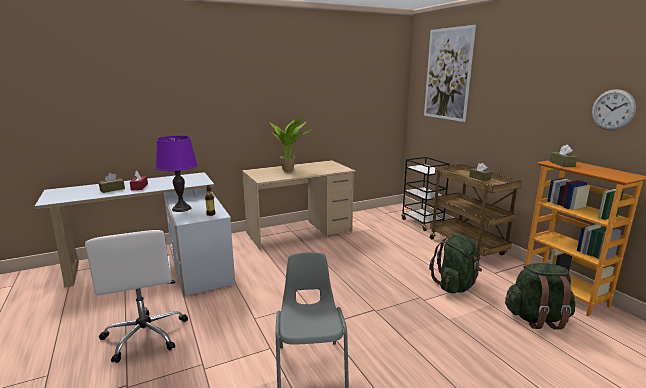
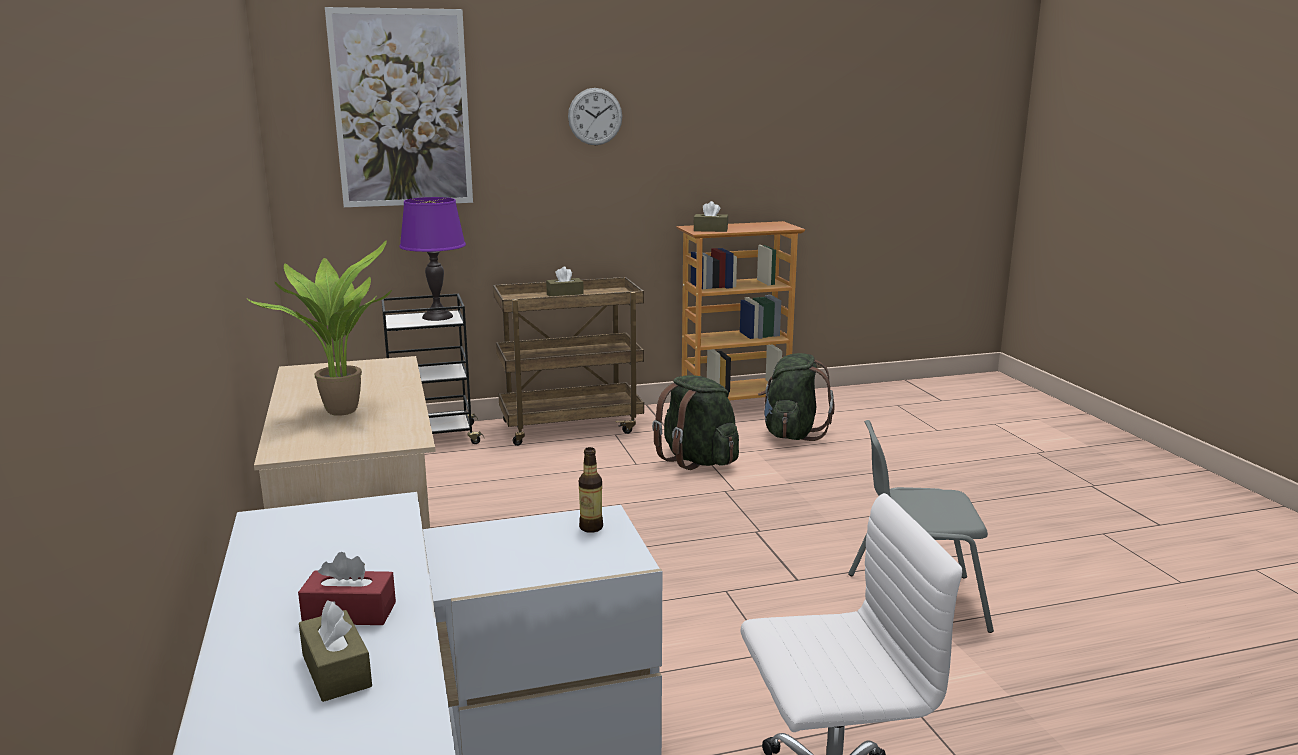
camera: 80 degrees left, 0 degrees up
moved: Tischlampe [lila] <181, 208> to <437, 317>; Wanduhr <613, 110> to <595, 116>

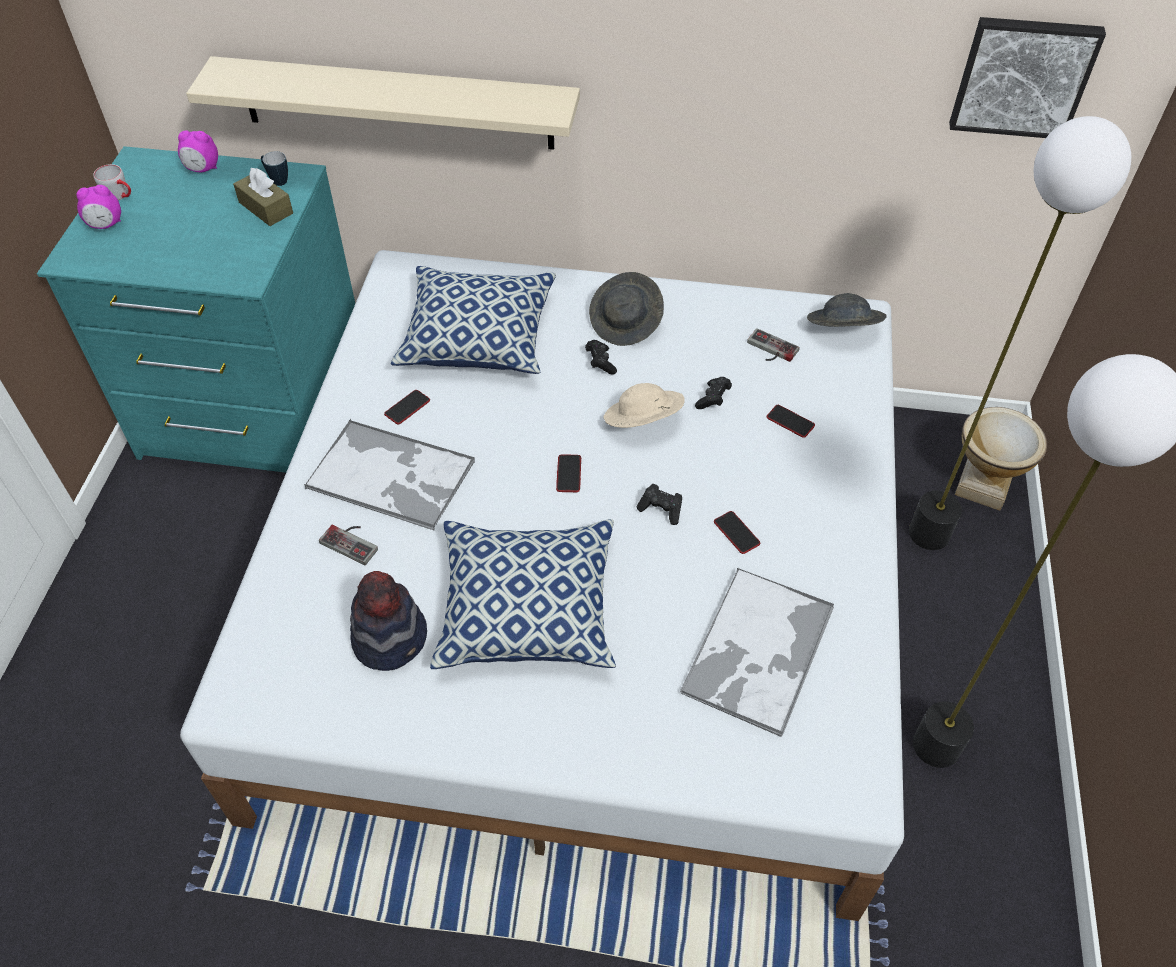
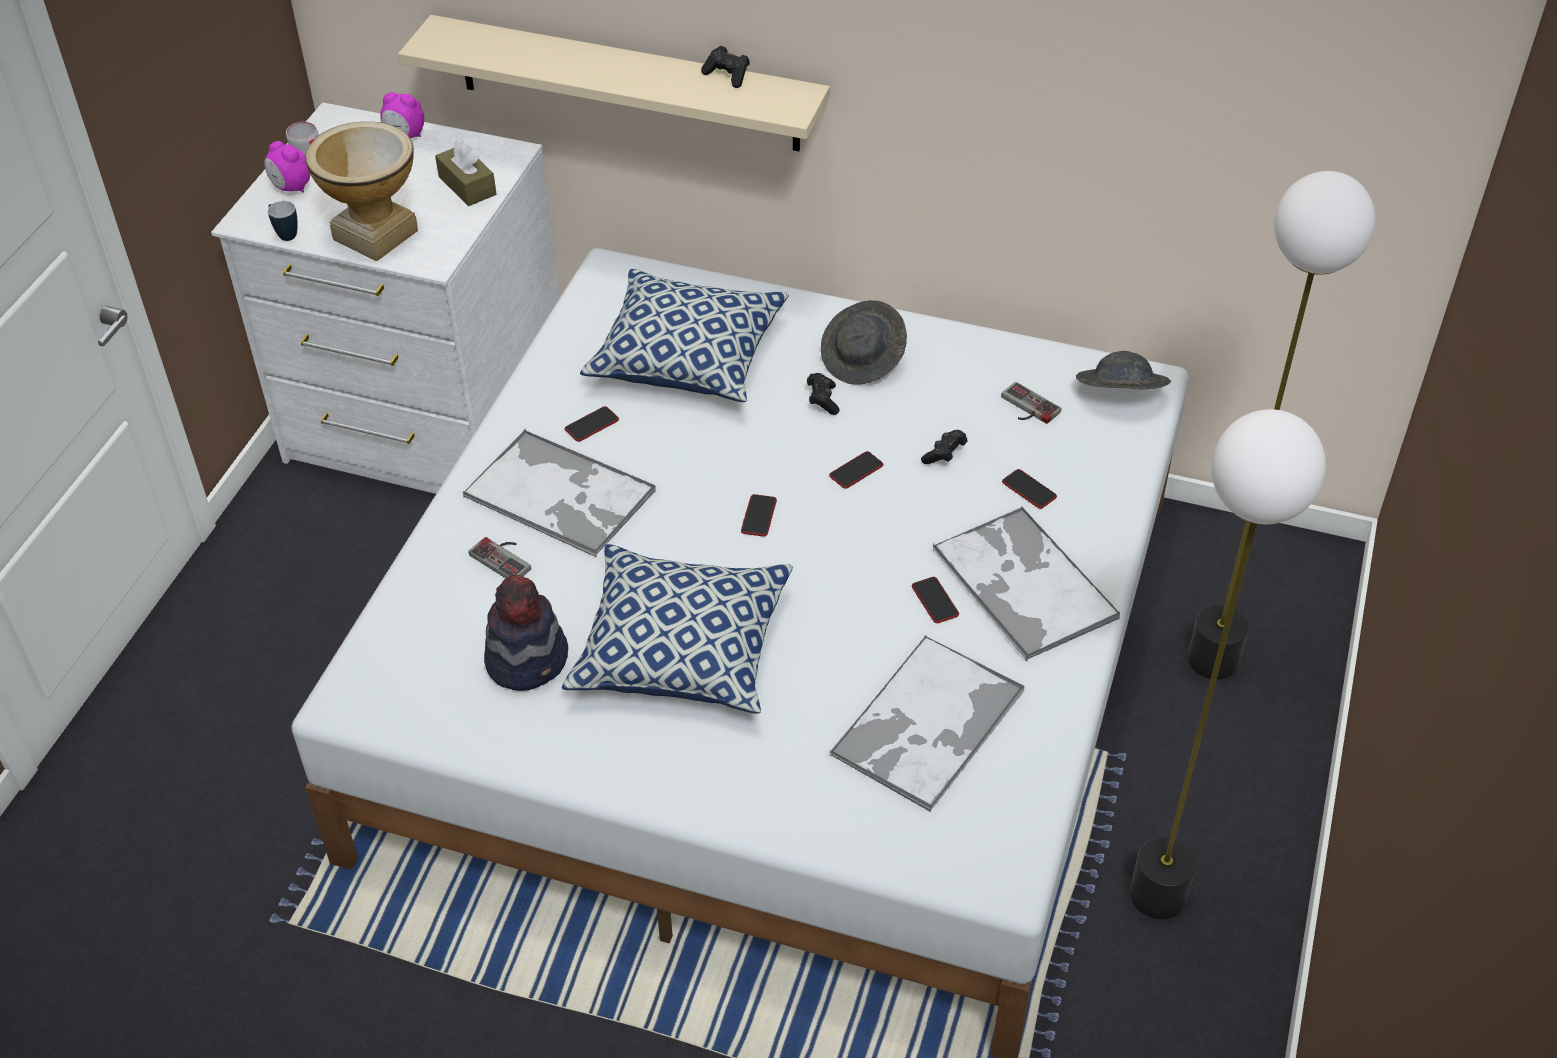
camera: 10 degrees right, 5 degrees down
removed: Bild <1023, 76>
added: Tablett <1023, 583>
moved: Henkelbecher <277, 180> to <284, 234>; Vase <982, 486> to <376, 234>; Gamepad [schwarz] <661, 509> to <727, 75>
replaced: Hut [beige] <642, 422> to Handy <856, 471>
recoloured: Kommode [türkis] <255, 409> to Kommode [weiß] <426, 422>
turned: Wecker <106, 225> = <291, 187> 45 degrees clockwise

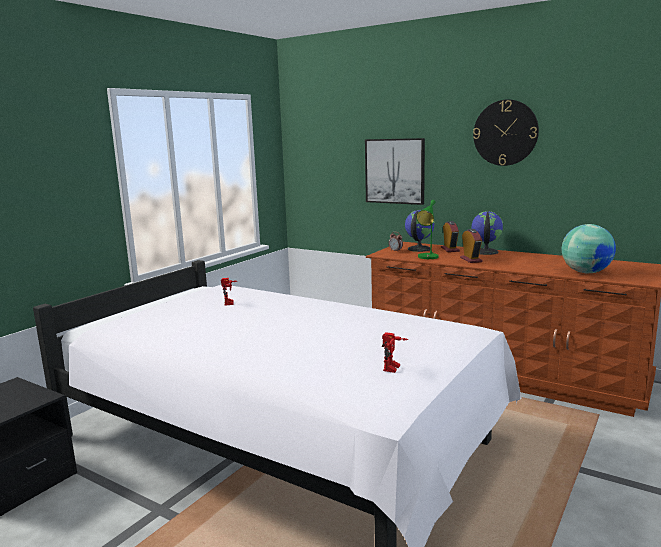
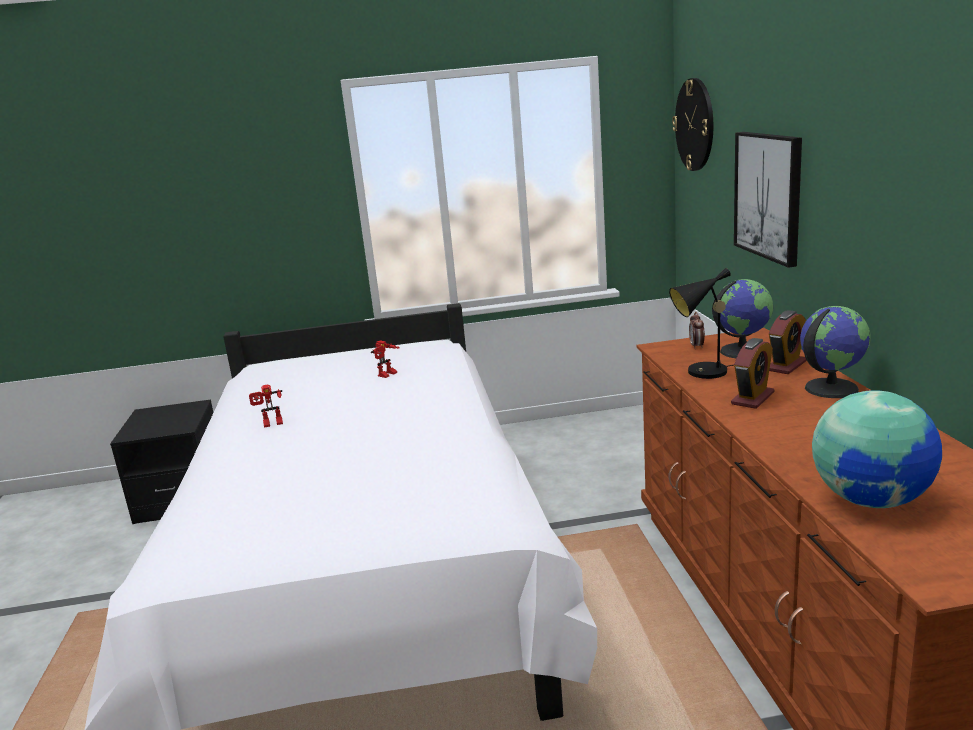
camera: 50 degrees right, 5 degrees up
moved: Spielzeugroboter <393, 369> to <271, 424>; Wanduhr <505, 133> to <695, 125>
recoloured: Tischlampe [grün] <427, 257> to Tischlampe [schwarz] <702, 373>

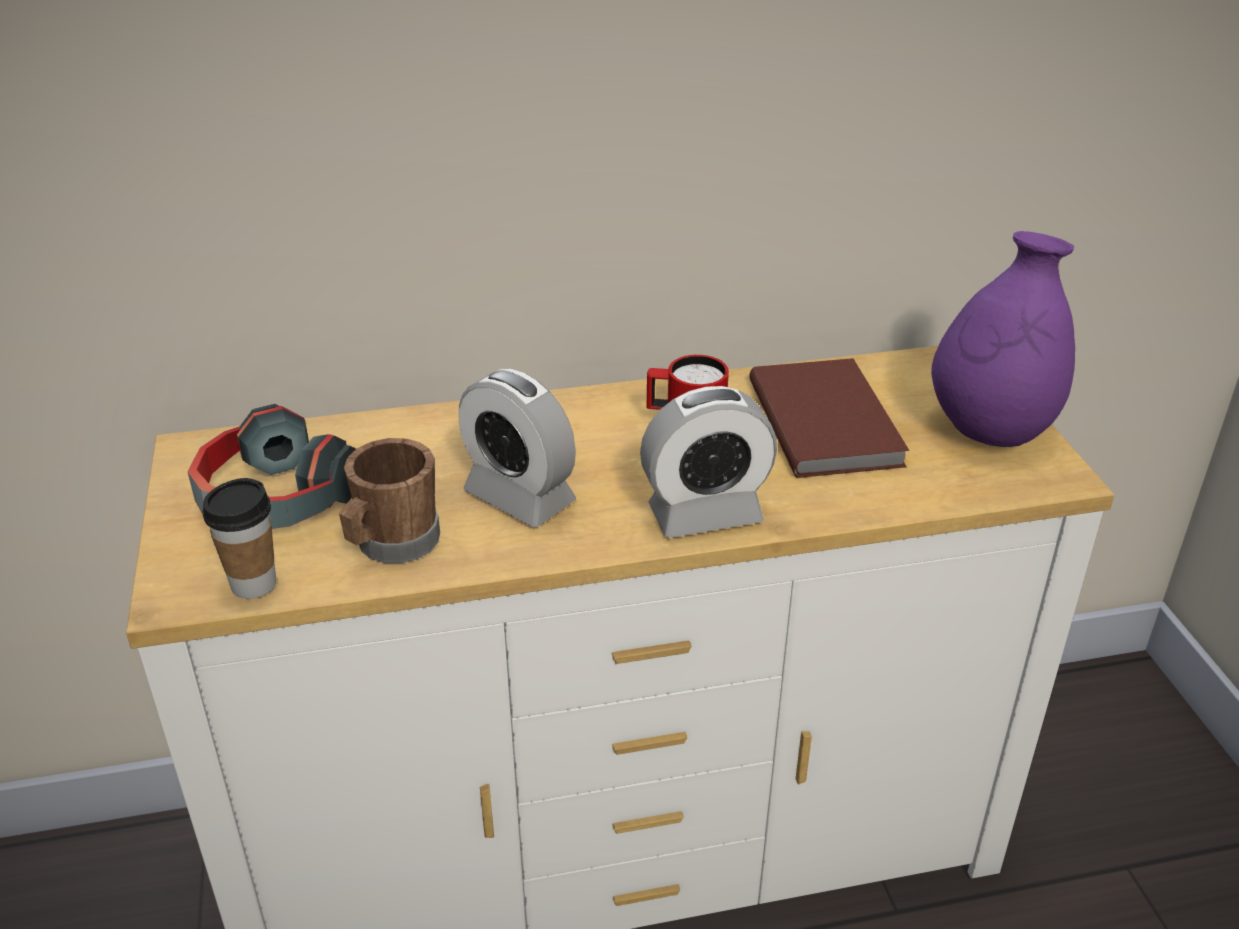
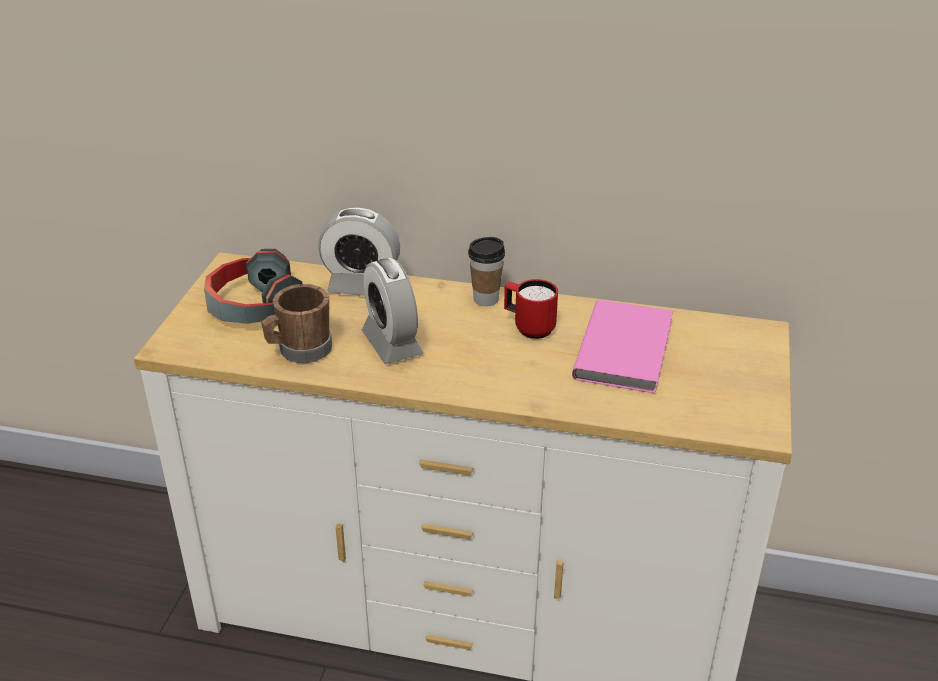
camera: 25 degrees right, 0 degrees up
removed: Vase [lila] <990, 431>
moved: Wecker <705, 514> to <362, 287>; Tasse <253, 584> to <486, 299>
recoloured: Buch [braun] <827, 421> to Buch [rosa] <627, 349>

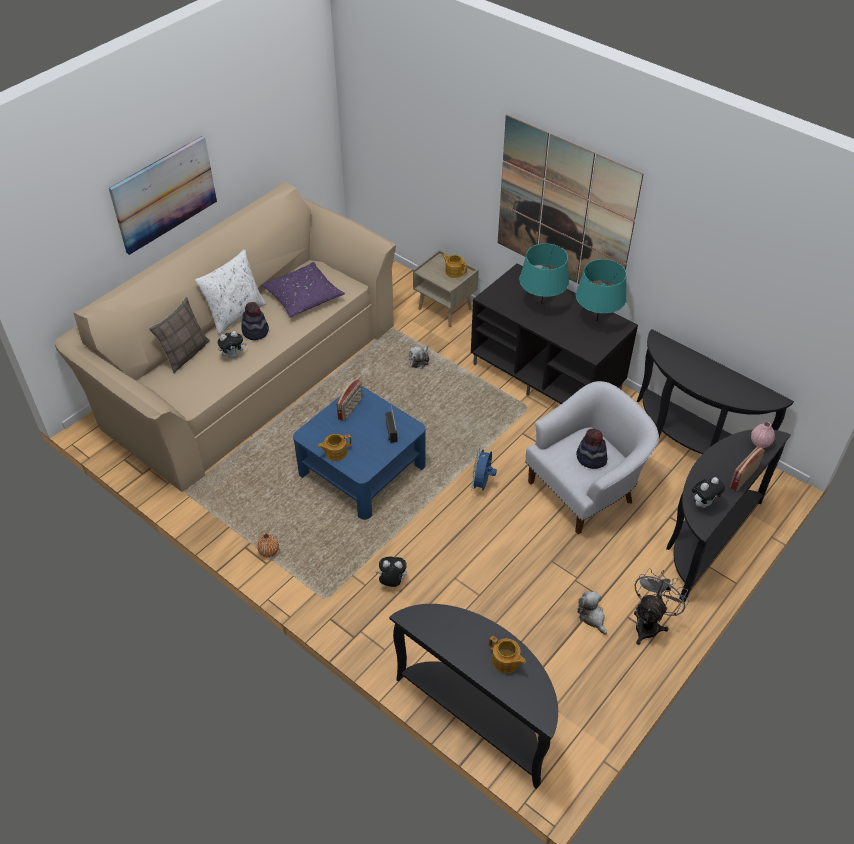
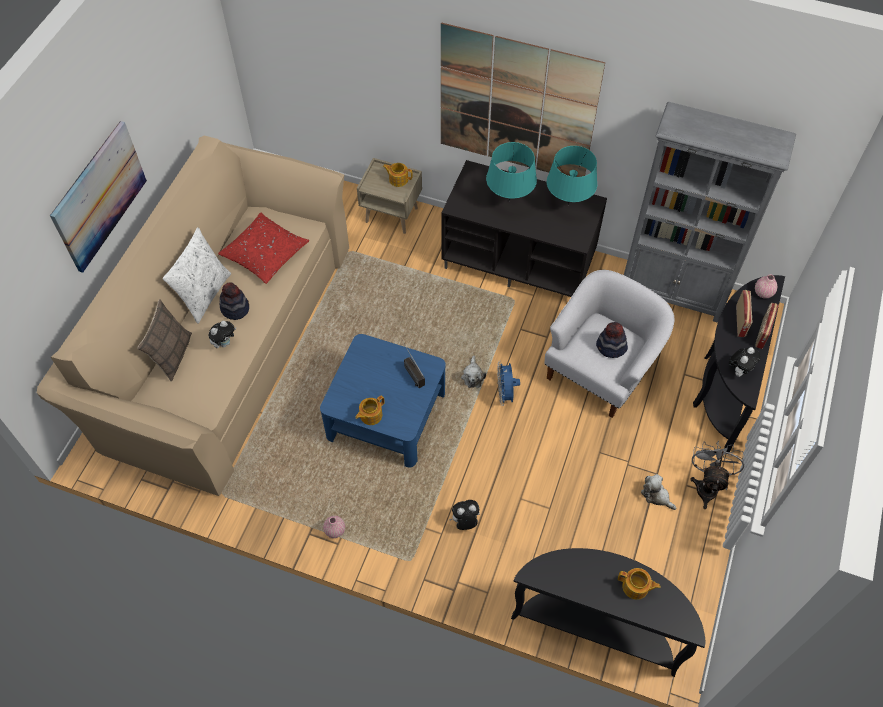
camera: 20 degrees left, 10 degrees up
moved: Plüschtier <419, 360> to <472, 376>; Radio <350, 409> to <741, 321>
replaced: Konsolentisch [schwarz] <689, 443> to Bücherregal [grau] <673, 293>
recoloured: Kissen [lila] <303, 296> to Kissen [rot] <265, 253>; Vase [orange] <269, 551> to Vase [rosa] <335, 530>

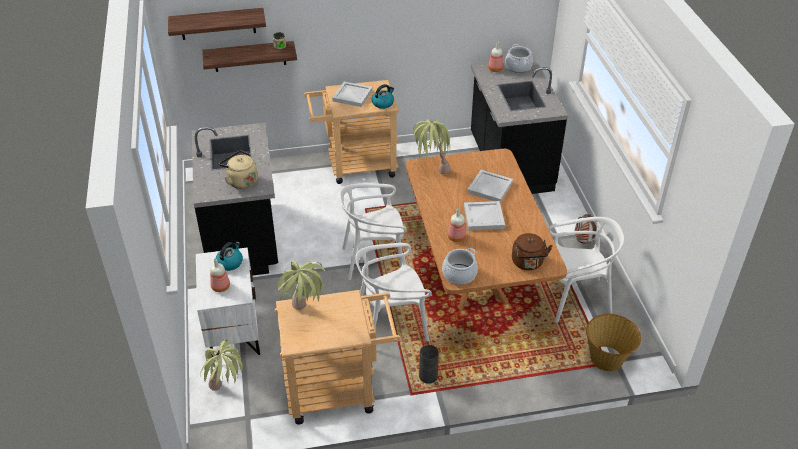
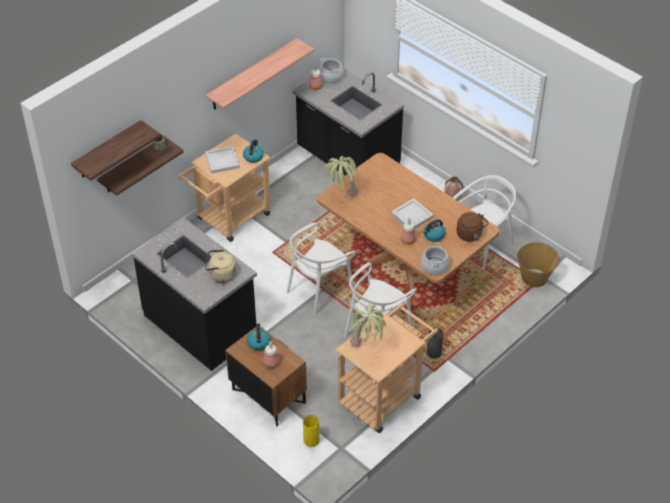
camera: 35 degrees left, 5 degrees up
removed: Tablett [weiß] <489, 187>
added: Wandregal <252, 75>; Wasserkessel <433, 235>
replaced: Topfpflanze <228, 393> to Vase [gelb] <311, 440>
recoloured: Nachttisch [weiß] <233, 330> to Nachttisch [braun] <268, 396>

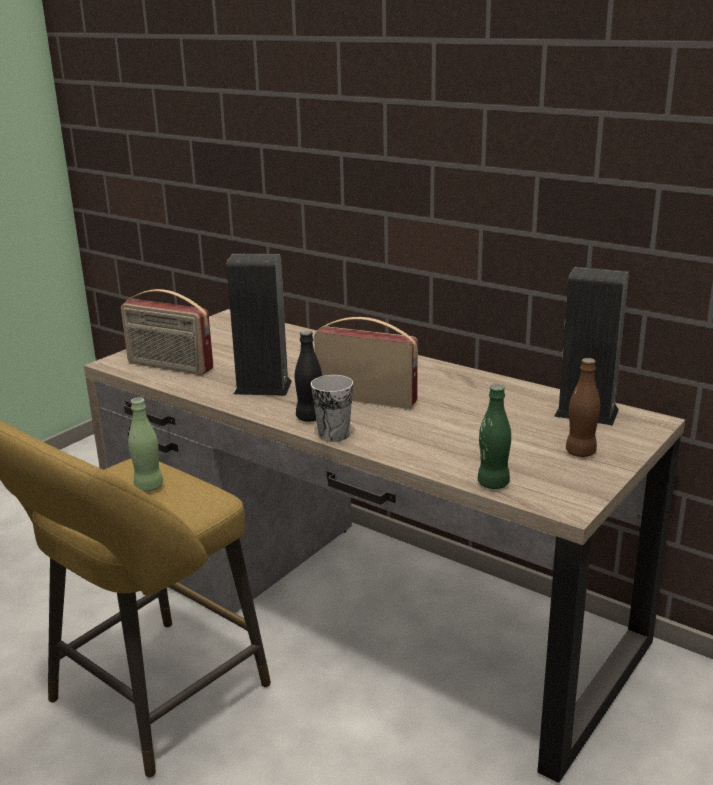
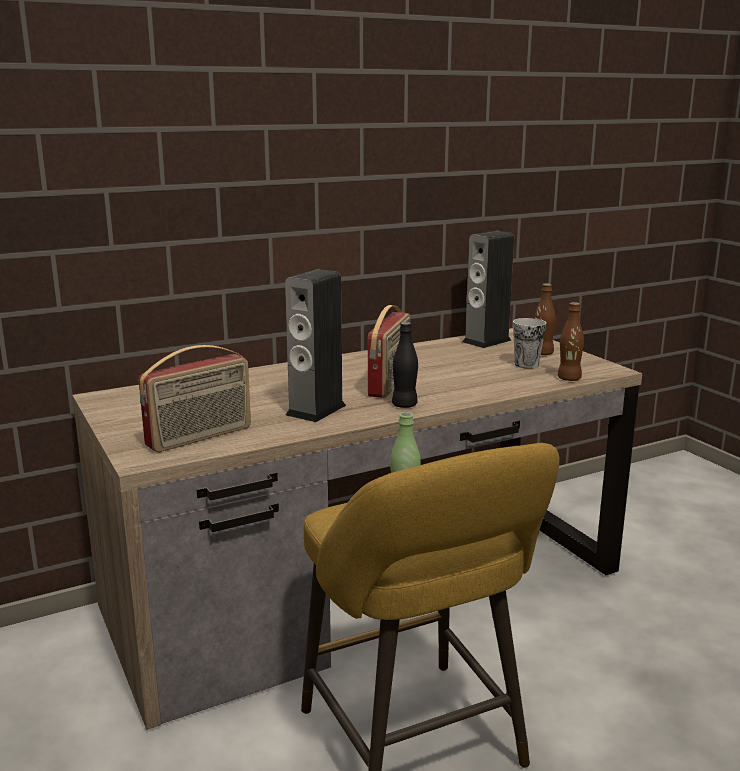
camera: 65 degrees left, 5 degrees down
moved: Tasse <333, 434> to <526, 364>
recoloured: Flasche [grün] <493, 483> to Flasche [braun] <569, 379>
turned: Radio <367, 399> = <390, 383> 150 degrees clockwise

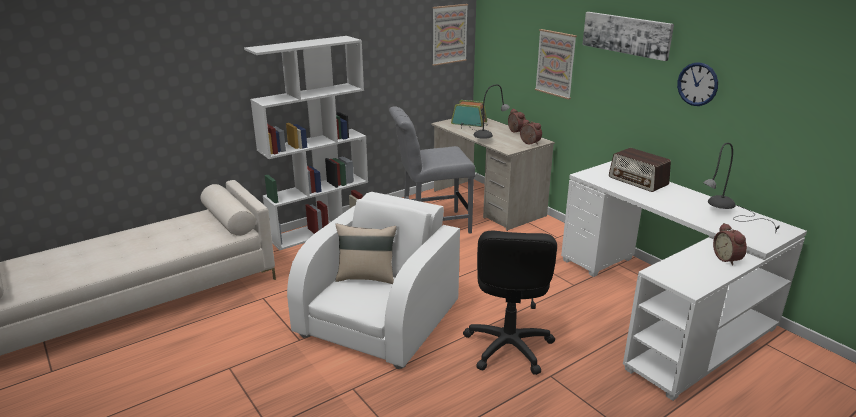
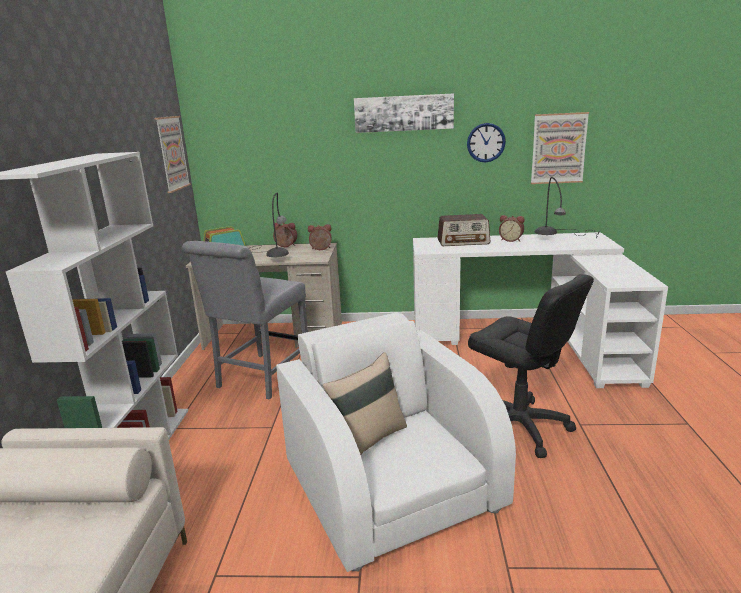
camera: 50 degrees left, 5 degrees down
moved: Wecker <728, 259> to <511, 240>; Bild <555, 63> to <558, 148>

